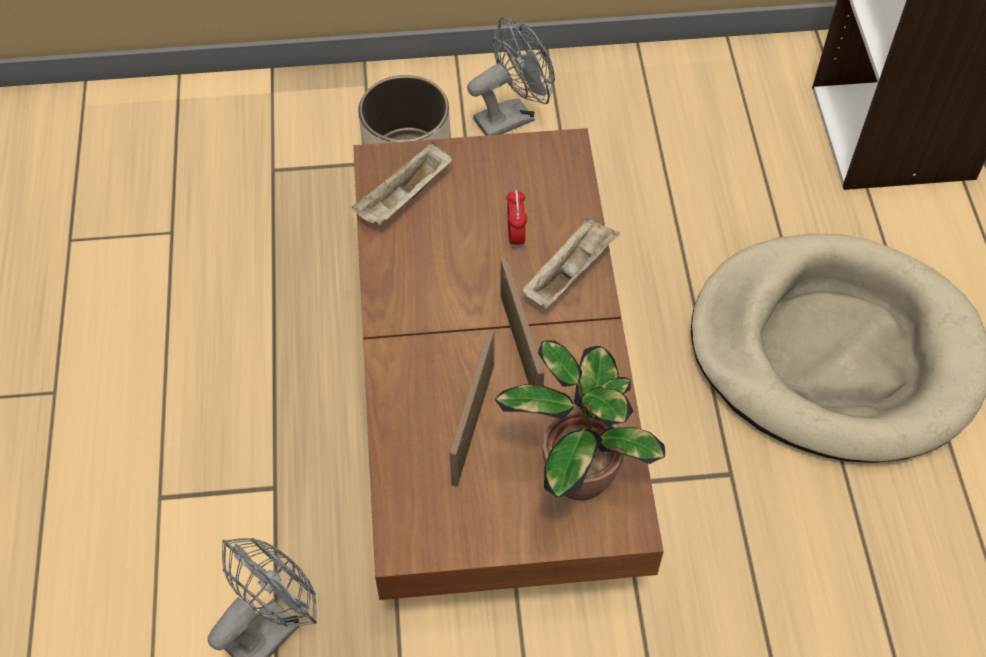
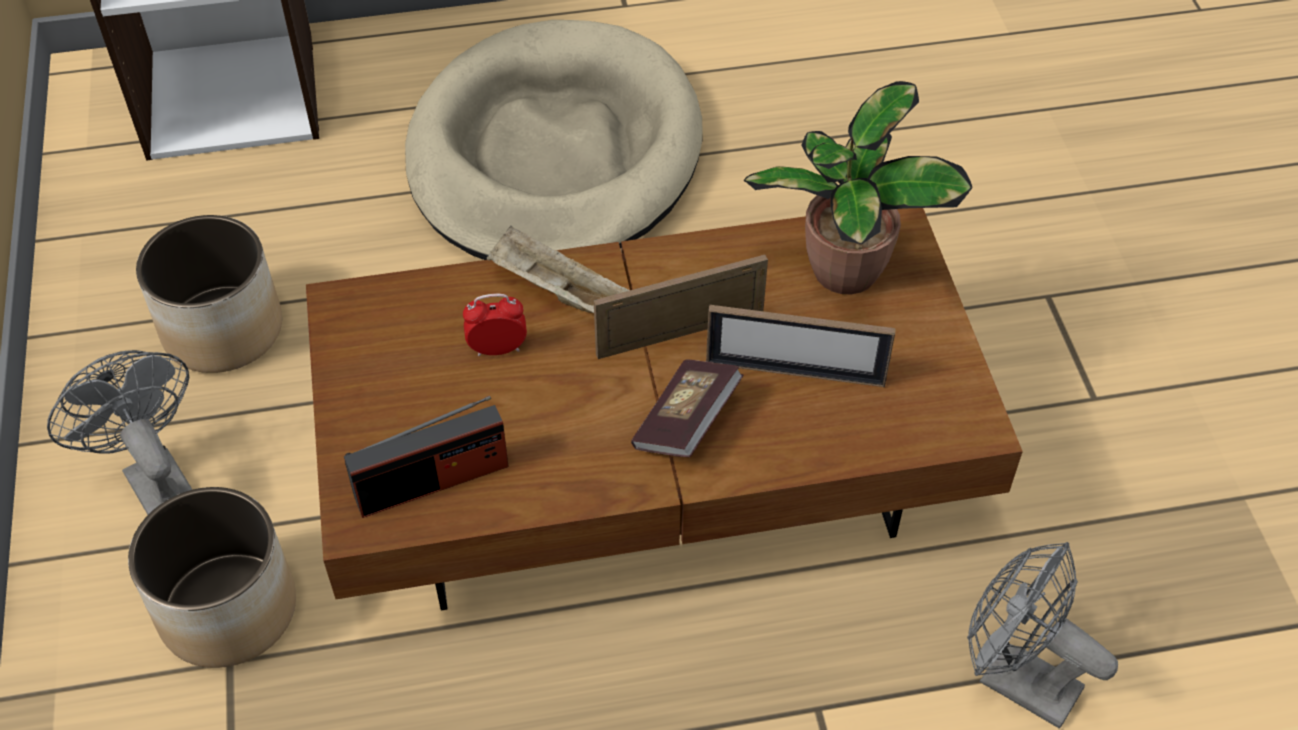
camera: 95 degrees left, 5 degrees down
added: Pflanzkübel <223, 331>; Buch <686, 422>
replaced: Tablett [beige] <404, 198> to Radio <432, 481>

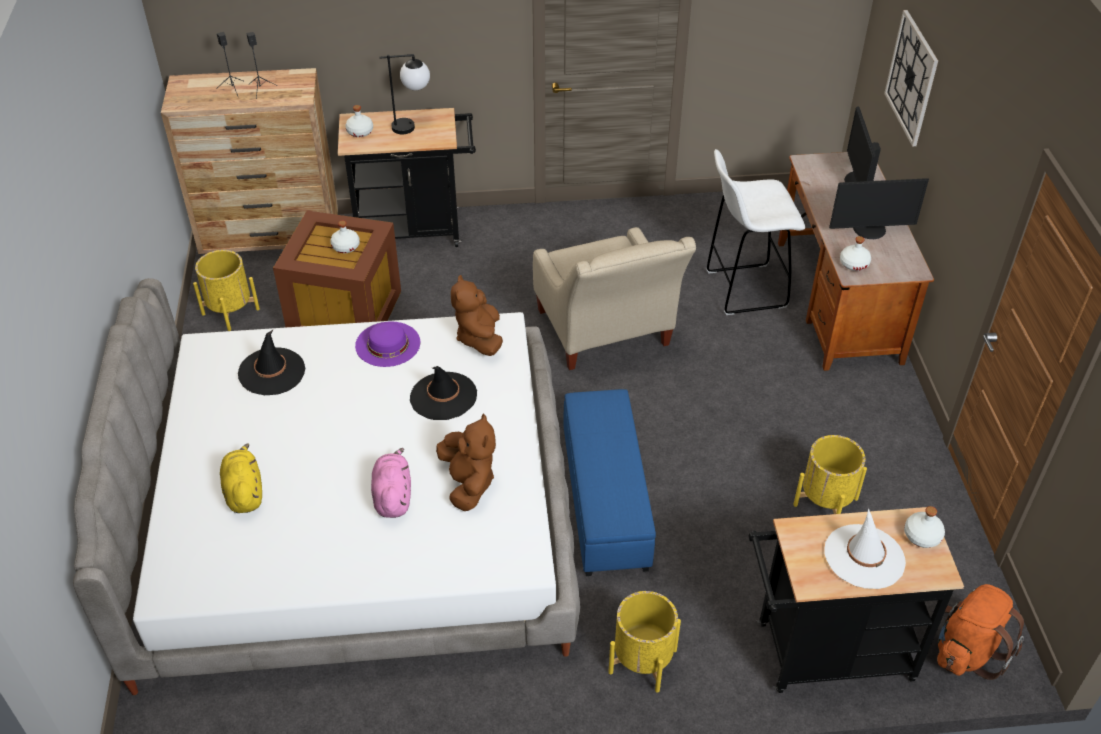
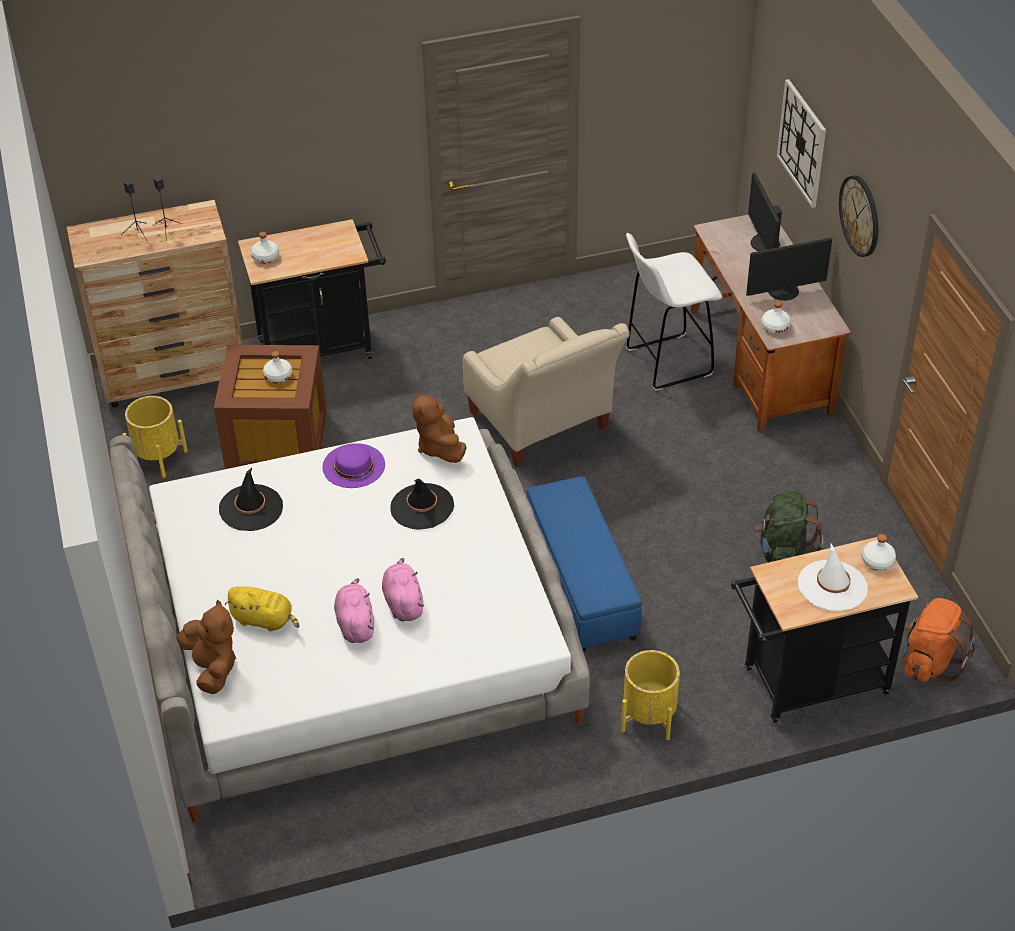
camera: 10 degrees left, 0 degrees up
removed: Tischlampe <413, 127>
added: Plüschtier [rosa] <355, 623>; Wanduhr <860, 215>
moved: Plüschtier [braun] <468, 483> to <212, 667>
replaced: Pflanzkübel [gelb] <825, 502> to Rucksack [grün] <783, 553>
turned: Plüschtier [gelb] <244, 492> = <265, 620> 135 degrees clockwise

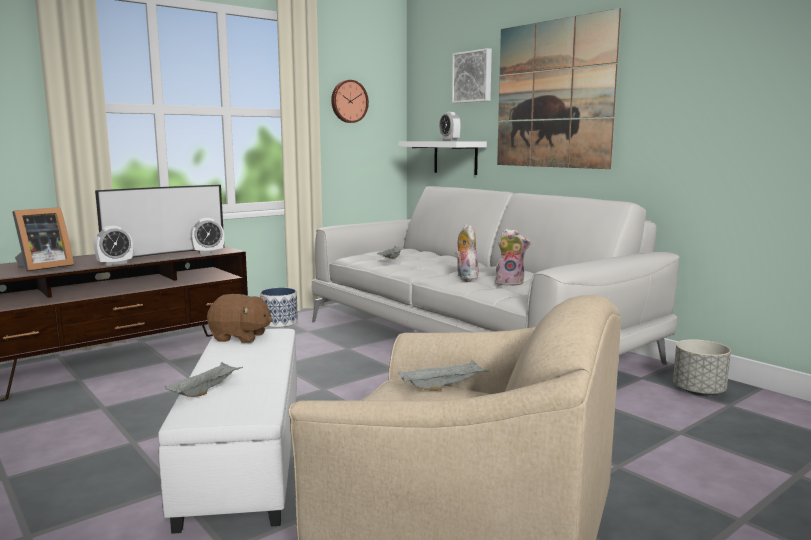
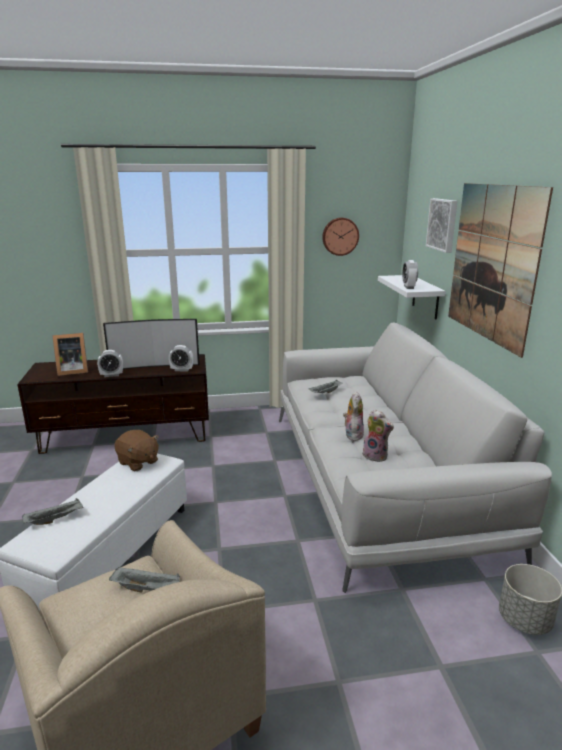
camera: 30 degrees right, 10 degrees up
removed: Pflanzkübel <279, 322>

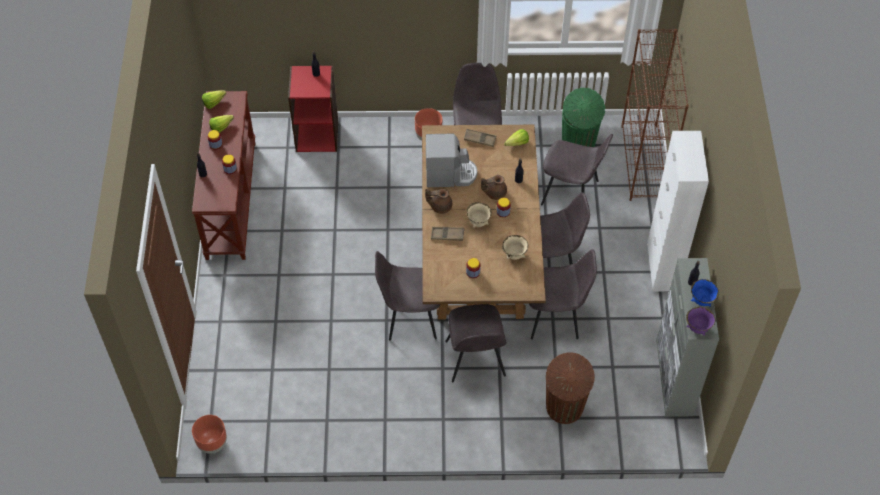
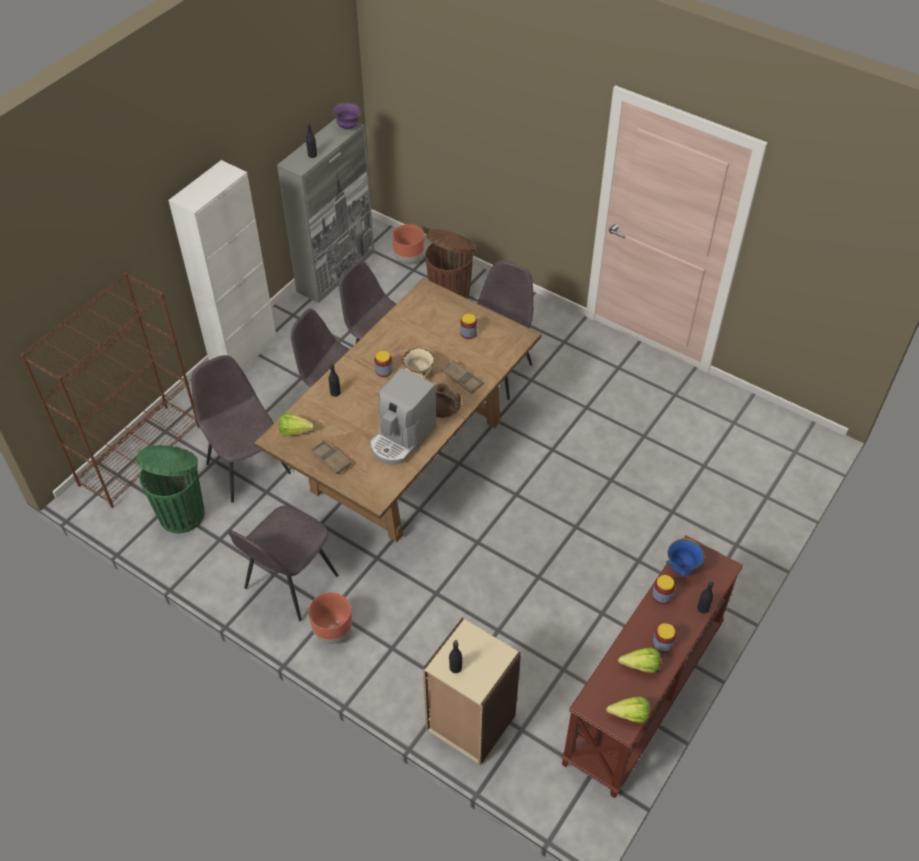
camera: 145 degrees left, 5 degrees down
removed: Stuhl [grau] <410, 317>; Teekanne [braun] <494, 193>; Schüssel [beige] <514, 255>
moved: Pflanzkübel [braun] <212, 444> to <409, 258>; Schüssel [blau] <701, 301> to <682, 567>
recoloured: Bücherregal [rot] <317, 135> to Bücherregal [beige] <470, 723>
turned: Kaffeemaschine <450, 174> = <401, 438> 90 degrees counterclockwise

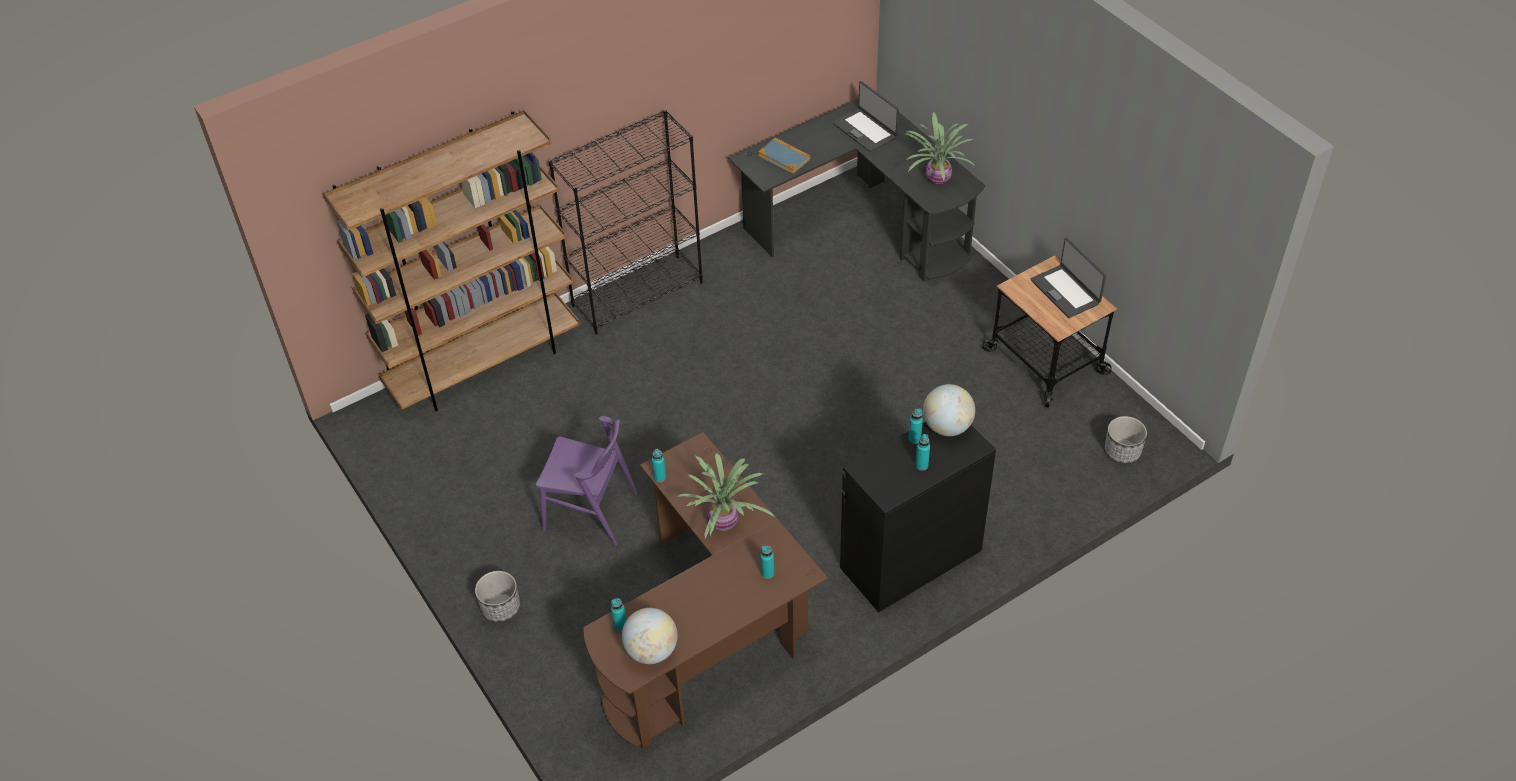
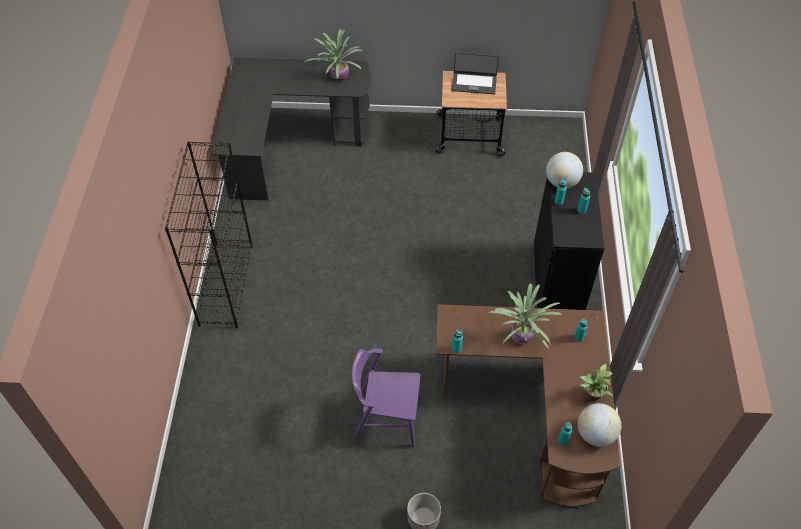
camera: 55 degrees left, 5 degrees up
removed: Bücherregal [braun] <484, 364>; Buch <784, 157>; Laptop <865, 130>; Pflanzkübel <1122, 451>
added: Topfpflanze <592, 396>
turned: Stuhl [lila] <591, 511> = <386, 418> 135 degrees counterclockwise

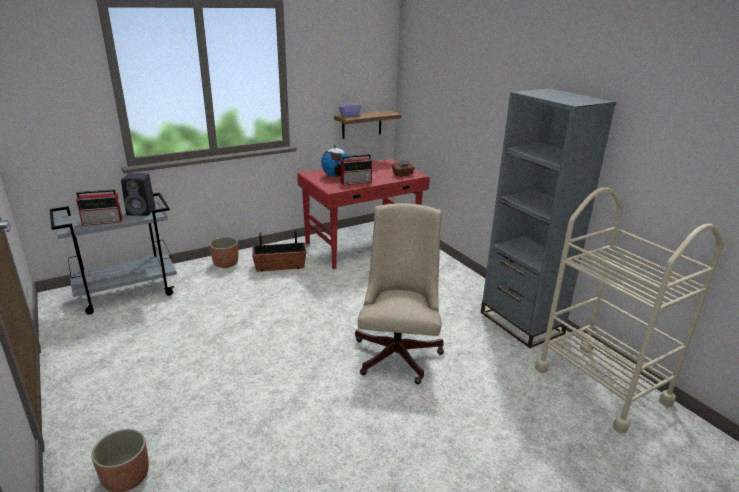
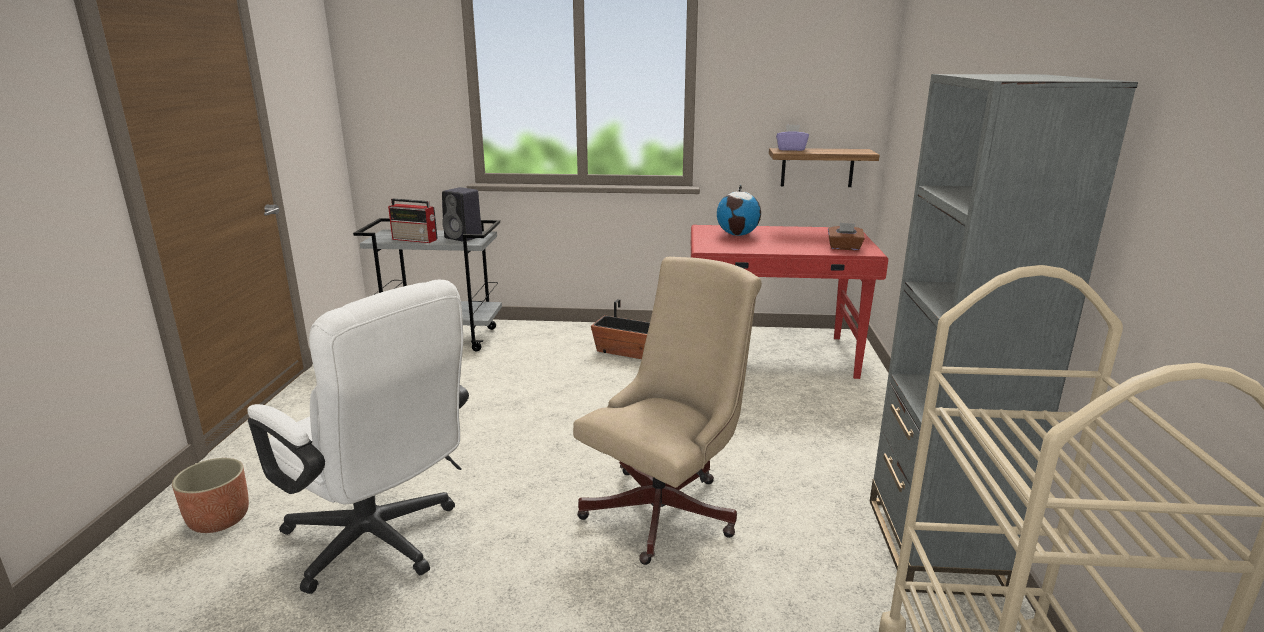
camera: 35 degrees right, 5 degrees down
removed: Pflanzkübel <225, 263>; Radio <356, 182>
added: Bürostuhl [weiß] <380, 544>

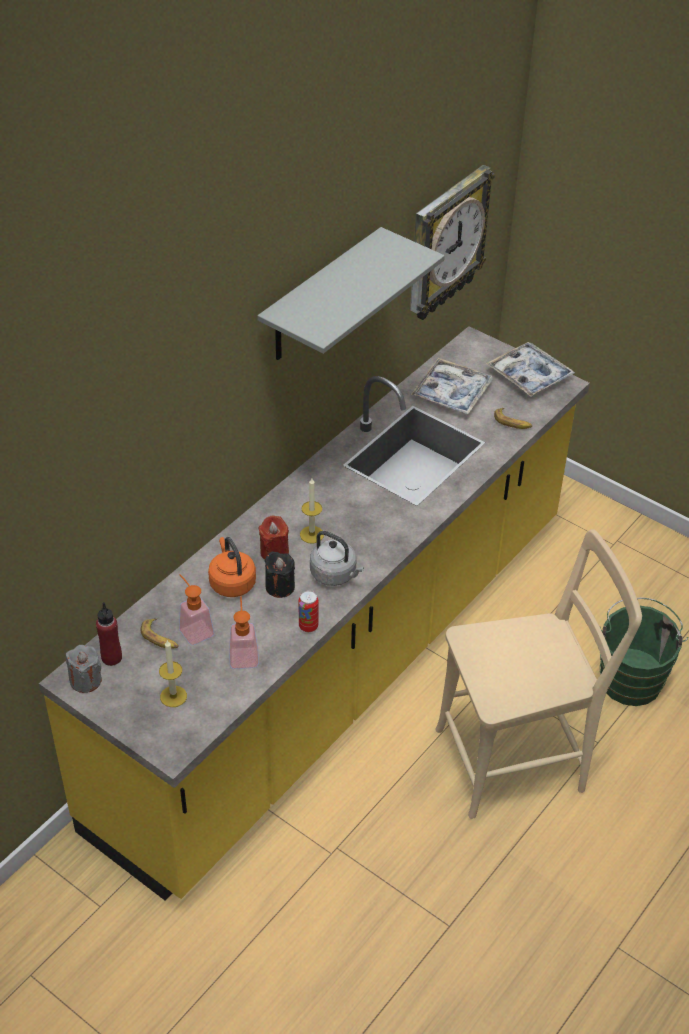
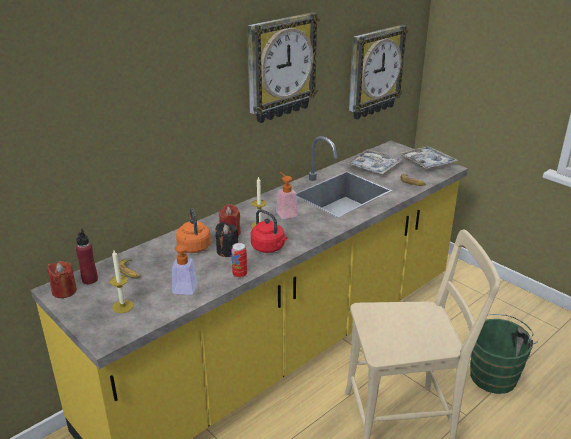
camera: 10 degrees right, 15 degrees down
moved: Seifenspender <193, 629> to <285, 212>
replaced: Wandregal [grau] <321, 297> to Wanduhr <280, 67>
recoloured: Kerze [grau] <86, 680> to Kerze [rot] <64, 291>; Wasserkessel [grau] <335, 575> to Wasserkessel [rot] <269, 248>

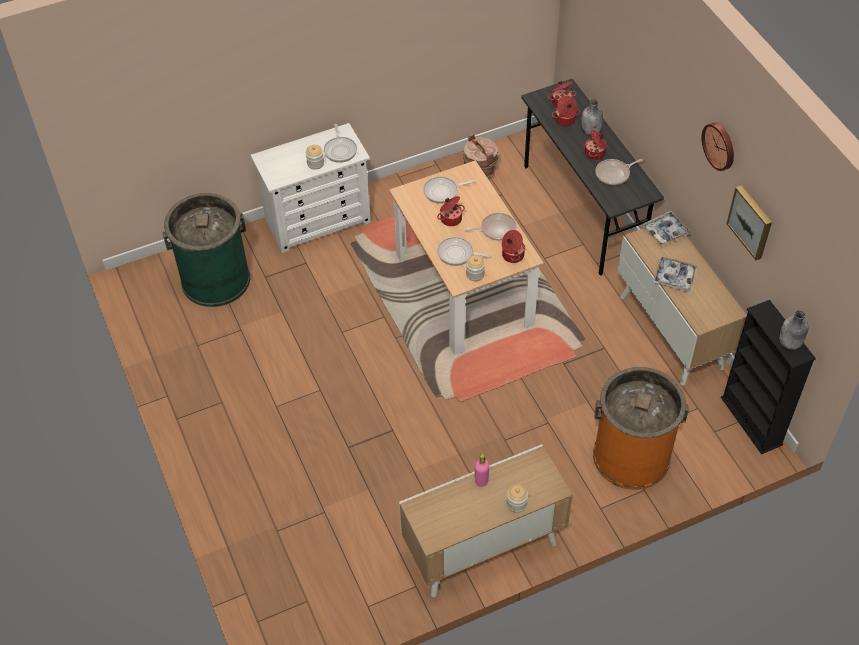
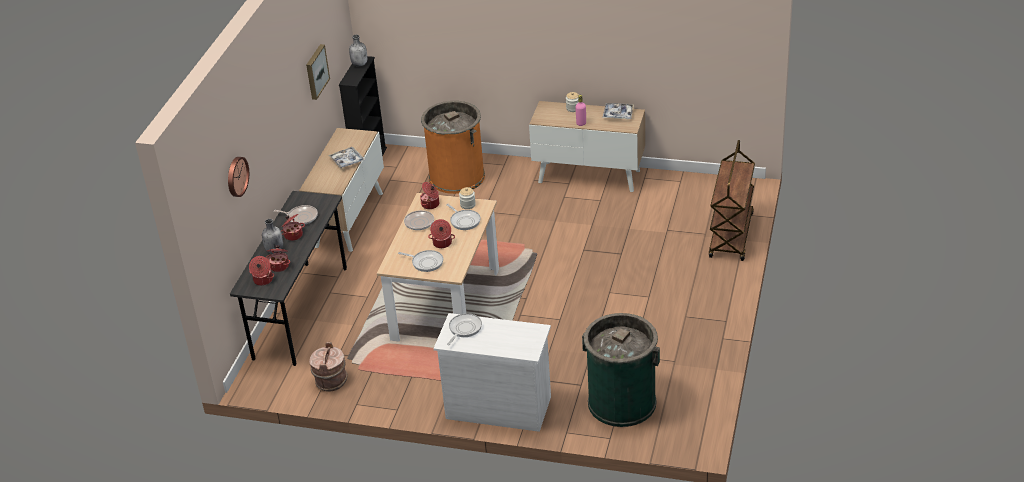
camera: 140 degrees left, 15 degrees down
removed: Vorratsglas <315, 163>
added: Rollwagen [braun] <731, 236>
moved: Wanduhr <720, 145> to <236, 176>; Tablett <665, 232> to <618, 114>

